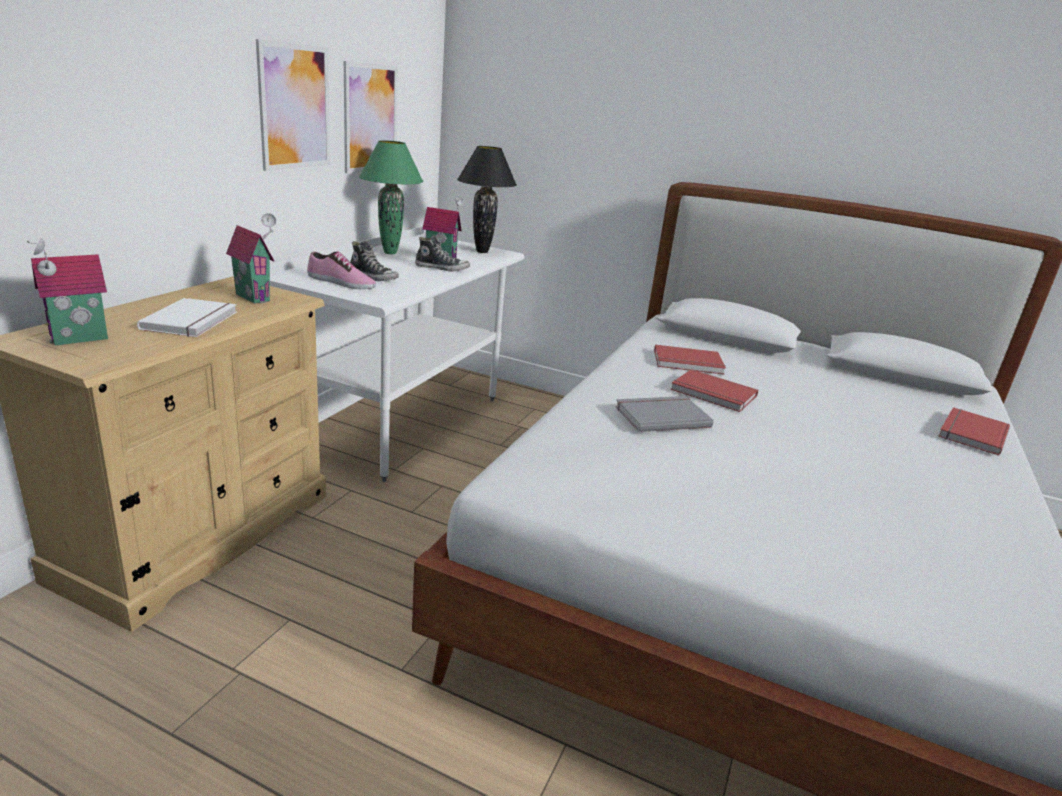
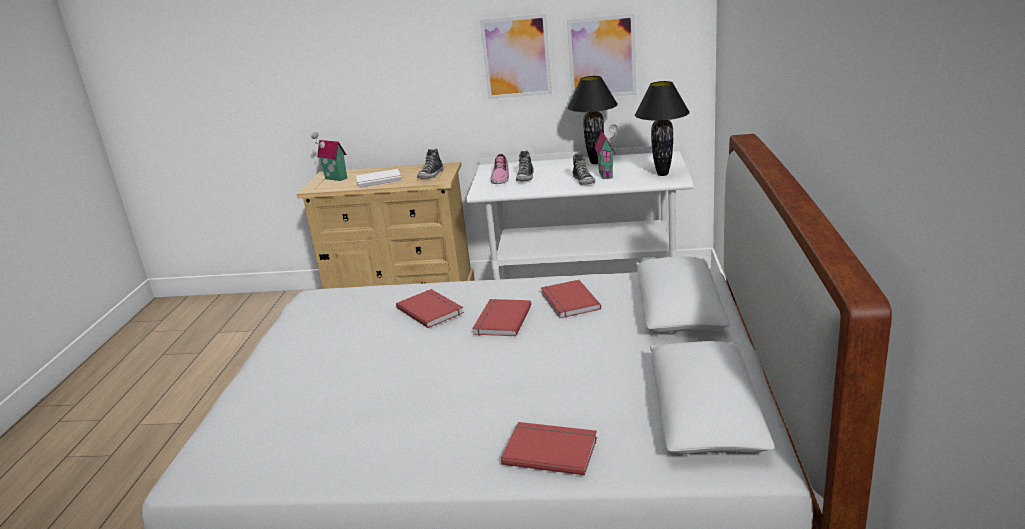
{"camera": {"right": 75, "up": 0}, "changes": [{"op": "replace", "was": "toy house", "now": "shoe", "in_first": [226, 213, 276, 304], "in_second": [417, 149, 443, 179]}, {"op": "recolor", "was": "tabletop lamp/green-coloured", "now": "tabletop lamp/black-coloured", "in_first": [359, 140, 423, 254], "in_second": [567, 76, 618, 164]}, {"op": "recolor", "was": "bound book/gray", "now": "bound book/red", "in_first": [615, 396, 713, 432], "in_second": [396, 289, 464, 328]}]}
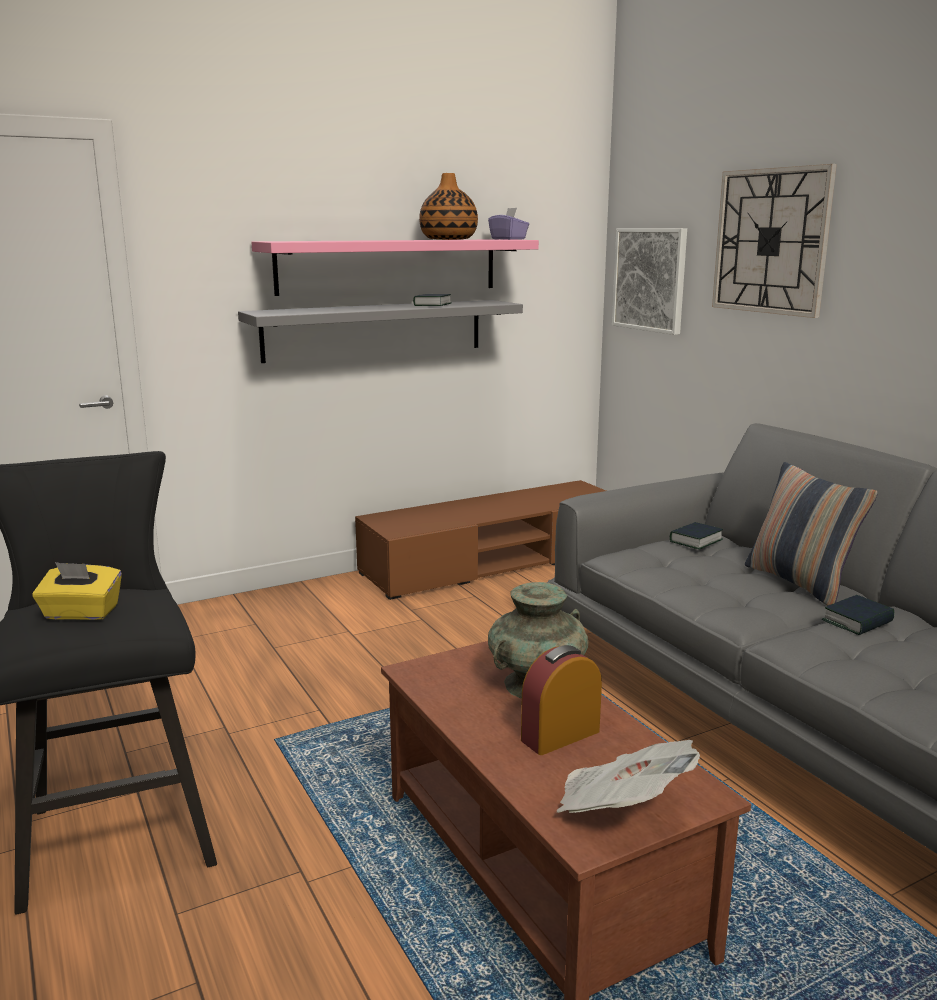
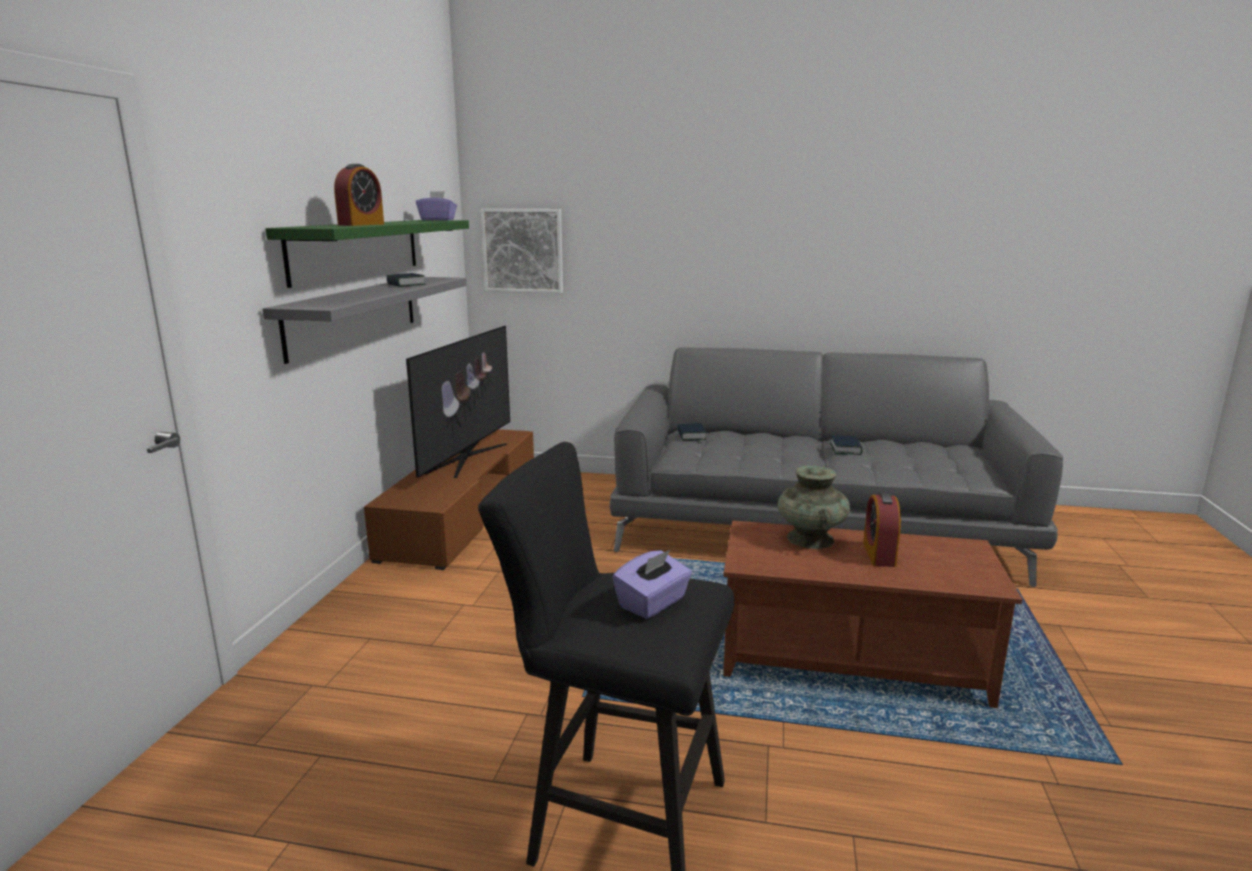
{"camera": {"right": -50, "up": 0}, "changes": [{"op": "recolor", "was": "tissue box/yellow-coloured", "now": "tissue box/purplish", "in_first": [32, 562, 122, 620], "in_second": [613, 549, 692, 619]}, {"op": "recolor", "was": "wall shelf/pink", "now": "wall shelf/green-coloured", "in_first": [252, 239, 539, 296], "in_second": [266, 220, 469, 288]}, {"op": "delete", "was": "vase", "in_first": [419, 173, 478, 240]}, {"op": "delete", "was": "daily paper", "in_first": [556, 740, 700, 813]}, {"op": "delete", "was": "clock on the wall", "in_first": [712, 164, 837, 318]}, {"op": "delete", "was": "throw pillow", "in_first": [745, 462, 878, 606]}, {"op": "insert", "now": "bedside clock", "in_second": [334, 164, 384, 226]}, {"op": "insert", "now": "TV", "in_second": [406, 326, 510, 478]}]}
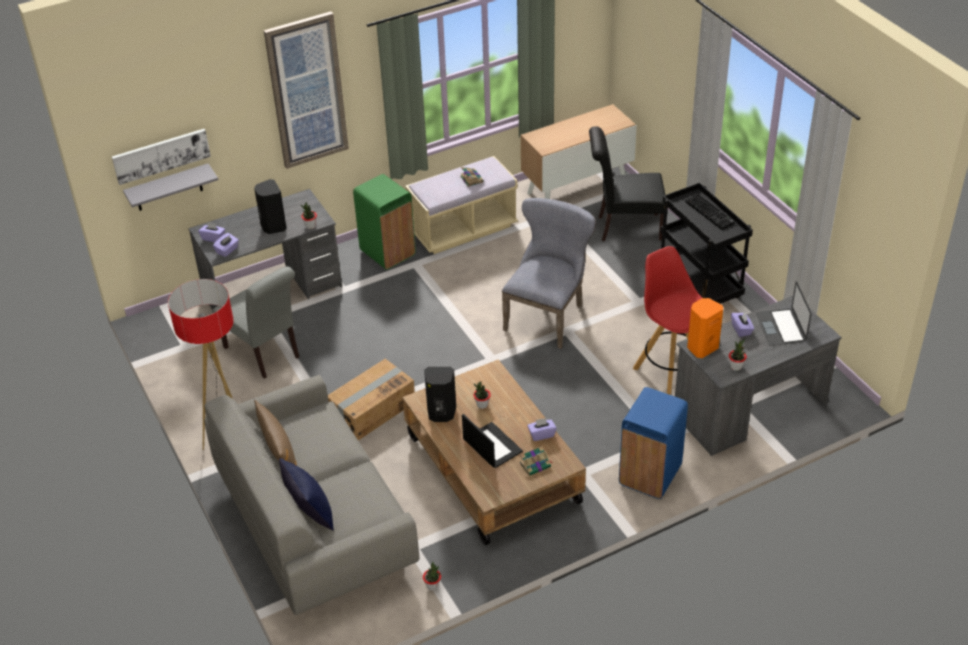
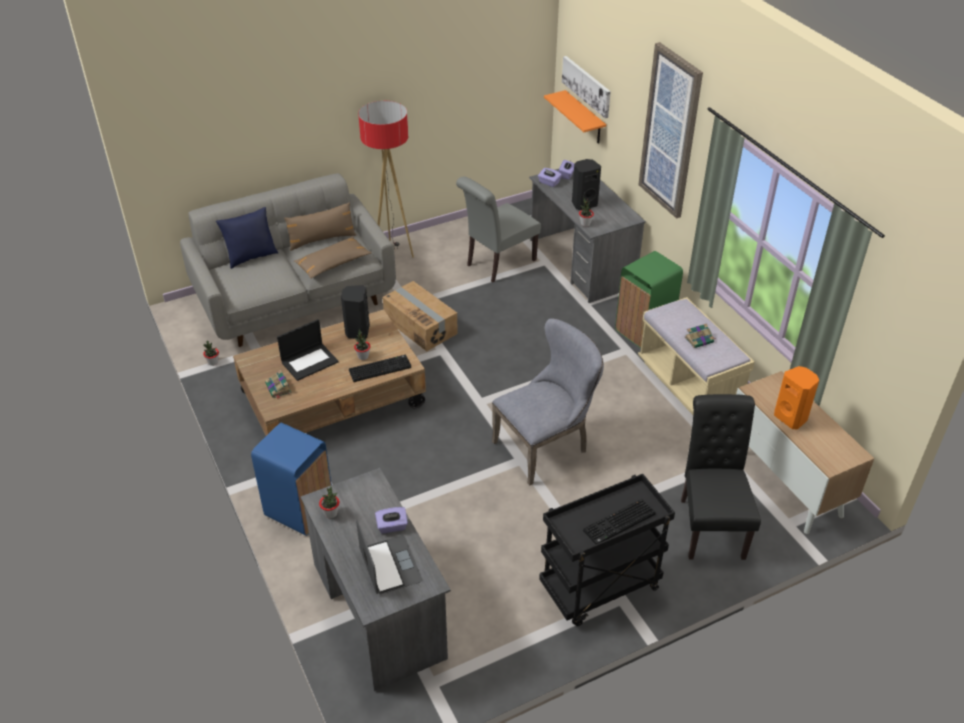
{"camera": {"right": 90, "up": 0}, "changes": [{"op": "recolor", "was": "wall shelf/gray", "now": "wall shelf/orange", "in_first": [123, 164, 218, 211], "in_second": [544, 90, 606, 144]}, {"op": "rotate", "was": "chair/gray", "in_first": [502, 198, 596, 349], "in_second": [492, 318, 604, 485], "clockwise": -60}, {"op": "delete", "was": "tissue box/purplish", "in_first": [527, 418, 557, 441]}, {"op": "delete", "was": "sitting stool/red", "in_first": [633, 246, 702, 395]}, {"op": "move", "was": "speaker/orange", "in_first": [687, 298, 723, 358], "in_second": [774, 366, 819, 429]}, {"op": "rotate", "was": "portable computer", "in_first": [756, 281, 812, 346], "in_second": [356, 520, 422, 595], "clockwise": 75}, {"op": "insert", "now": "throw pillow/brown", "in_second": [294, 236, 372, 279]}, {"op": "insert", "now": "keyboard", "in_second": [349, 354, 411, 382]}]}
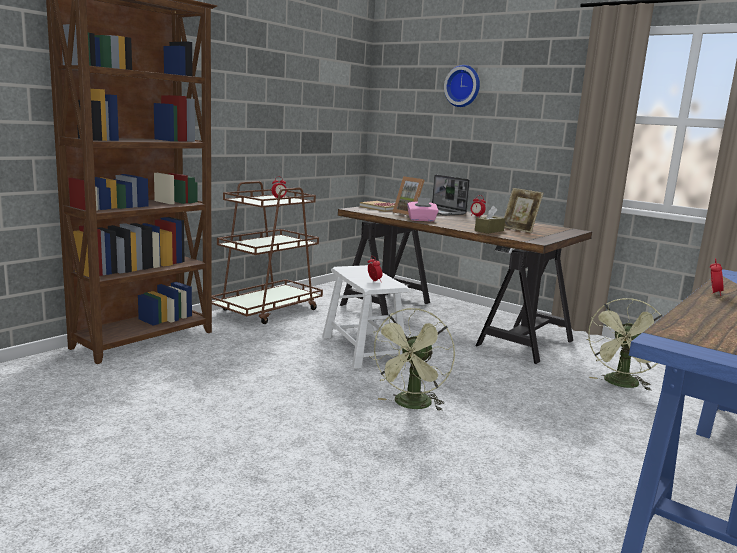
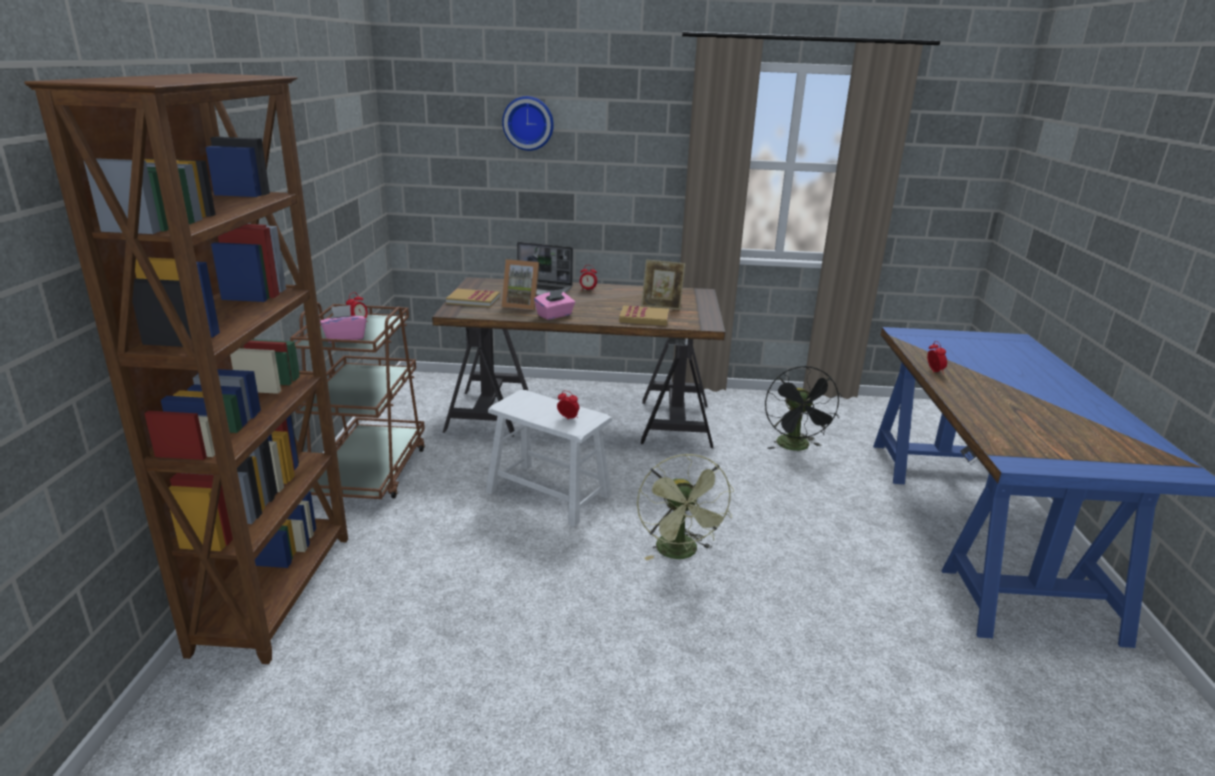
{"camera": {"right": -35, "up": 10}, "changes": [{"op": "replace", "was": "tissue box/brown", "now": "bound book", "in_first": [475, 206, 505, 234], "in_second": [619, 305, 669, 326]}, {"op": "recolor", "was": "cooling fan/green-coloured", "now": "cooling fan/black-coloured", "in_first": [586, 298, 662, 391], "in_second": [765, 366, 842, 451]}, {"op": "insert", "now": "tissue box/pink", "in_second": [320, 305, 366, 343]}]}
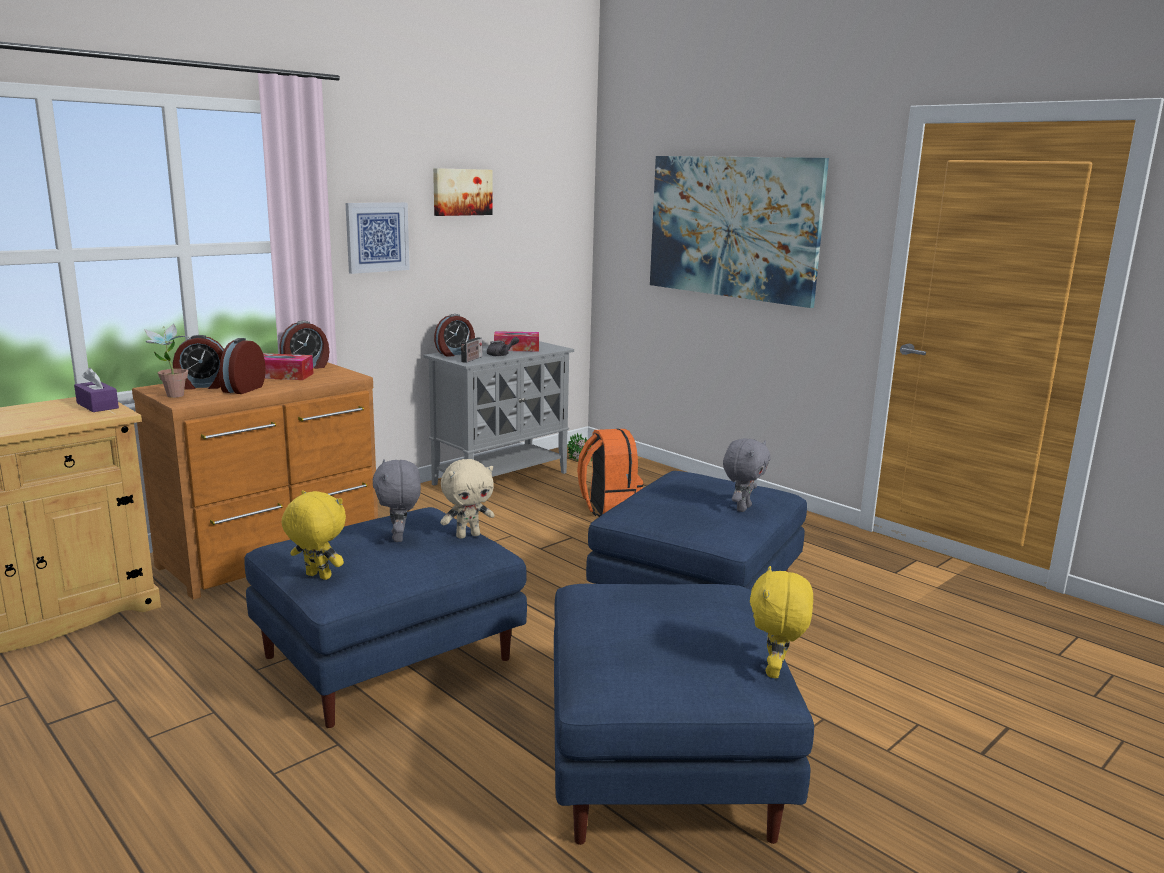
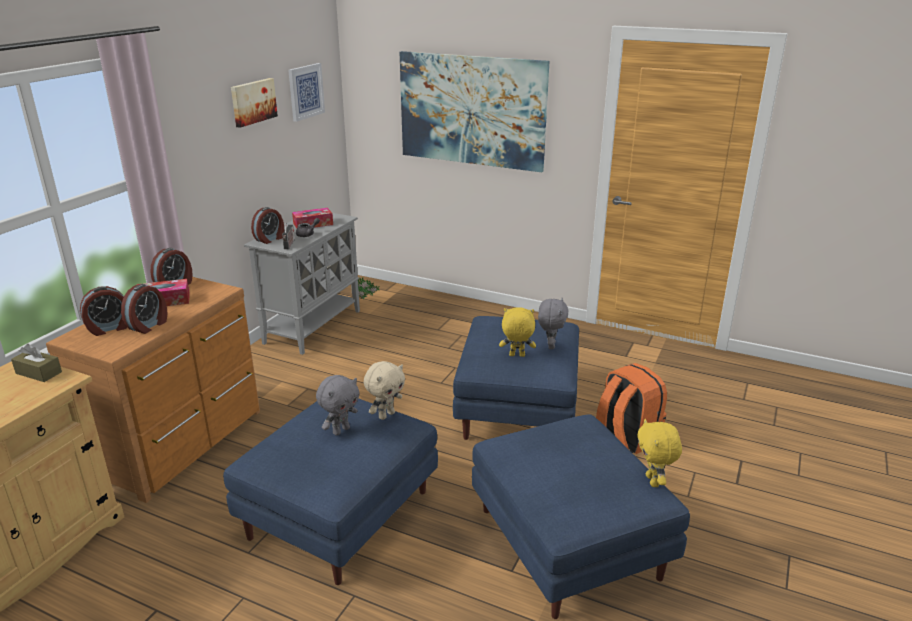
{"camera": {"right": -20, "up": 10}, "changes": [{"op": "recolor", "was": "tissue box/purplish", "now": "tissue box/brown", "in_first": [74, 368, 119, 412], "in_second": [11, 344, 62, 382]}, {"op": "delete", "was": "potted plant", "in_first": [144, 323, 190, 398]}, {"op": "rotate", "was": "bedside clock", "in_first": [219, 338, 266, 394], "in_second": [121, 284, 167, 334], "clockwise": -150}, {"op": "move", "was": "soft toy/yellow-coloured", "in_first": [282, 490, 346, 580], "in_second": [499, 307, 536, 357]}, {"op": "move", "was": "picture", "in_first": [346, 203, 410, 274], "in_second": [288, 63, 325, 122]}, {"op": "rotate", "was": "soft toy/gray", "in_first": [373, 459, 421, 542], "in_second": [316, 375, 360, 436], "clockwise": -105}, {"op": "move", "was": "rucksack/orange", "in_first": [577, 429, 643, 517], "in_second": [596, 363, 667, 454]}]}
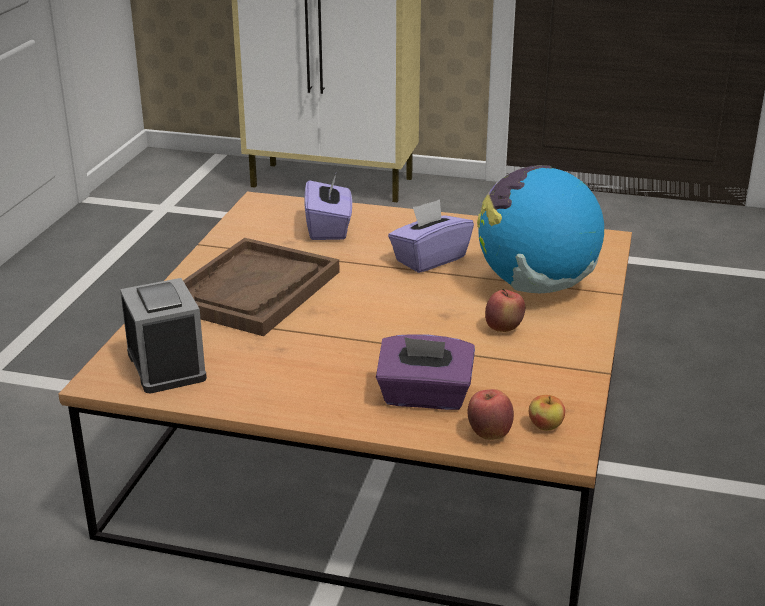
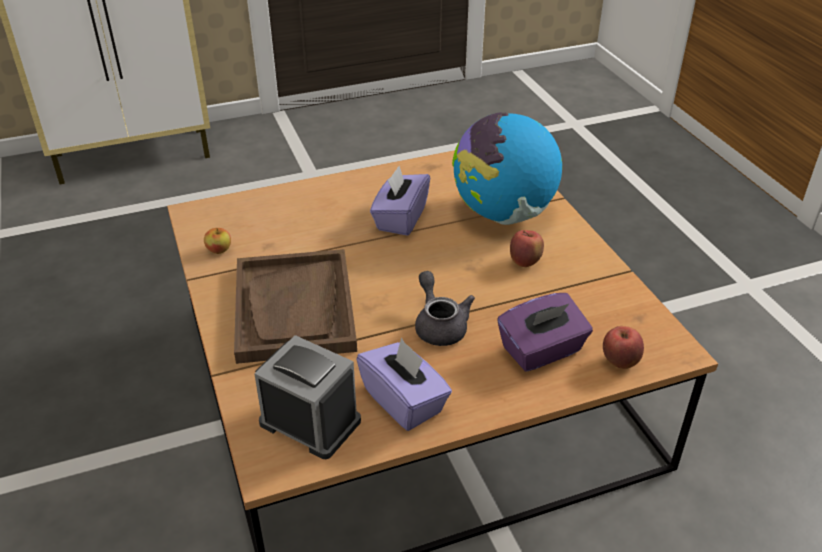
{"camera": {"right": -35, "up": 10}, "changes": [{"op": "move", "was": "tissue box/purplish", "in_first": [304, 174, 352, 240], "in_second": [356, 337, 452, 431]}, {"op": "move", "was": "apple fruit", "in_first": [529, 395, 565, 431], "in_second": [204, 228, 231, 254]}, {"op": "insert", "now": "pot for tea/gray", "in_second": [415, 271, 475, 346]}]}
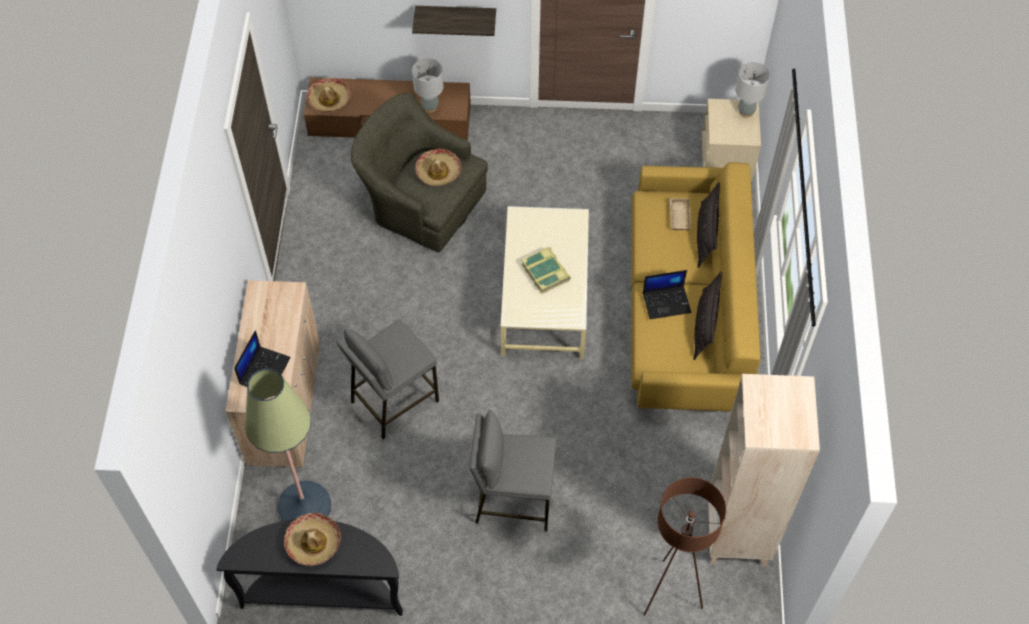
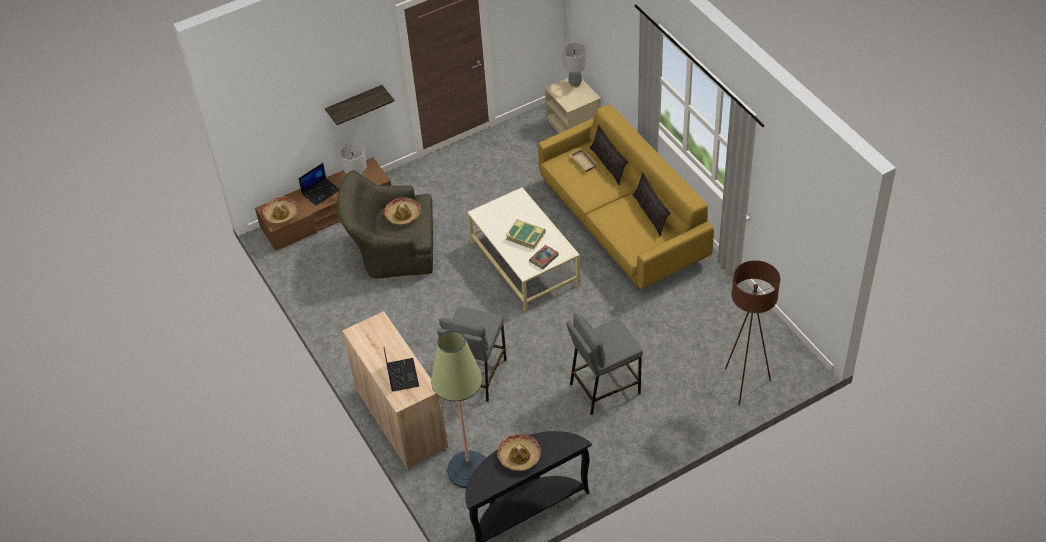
{"camera": {"right": -30, "up": -10}, "changes": [{"op": "move", "was": "portable computer", "in_first": [643, 270, 691, 319], "in_second": [299, 163, 339, 206]}, {"op": "delete", "was": "shelving unit/sand-coloured", "in_first": [708, 374, 820, 566]}, {"op": "insert", "now": "bound book", "in_second": [529, 245, 559, 269]}]}
